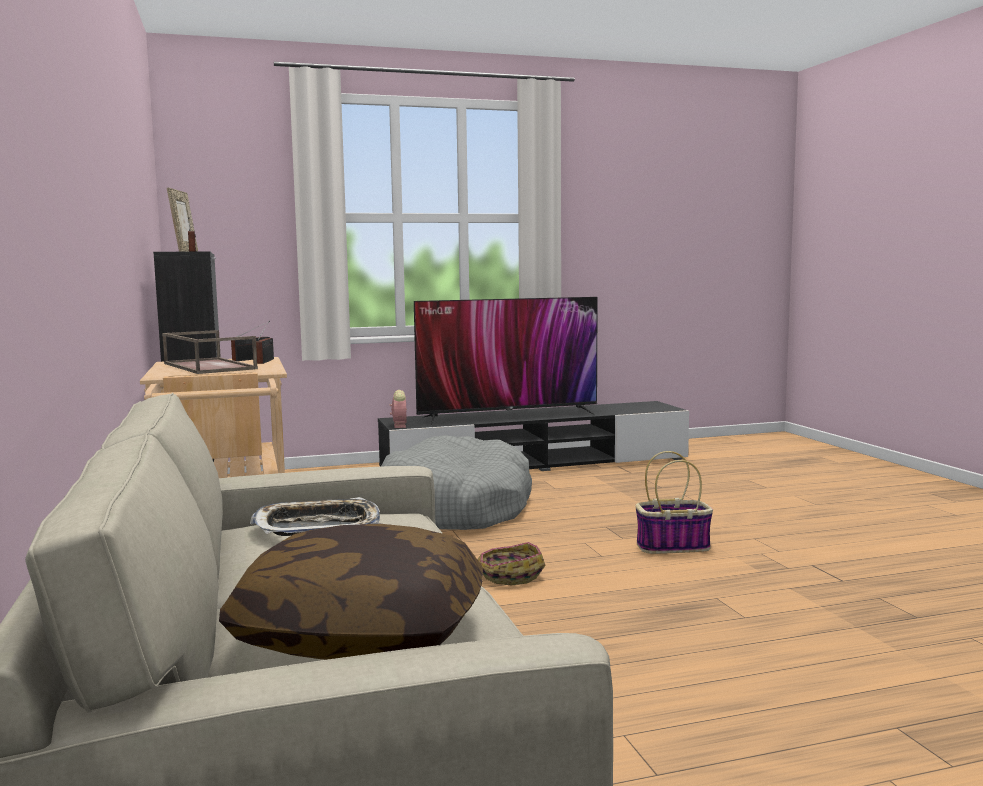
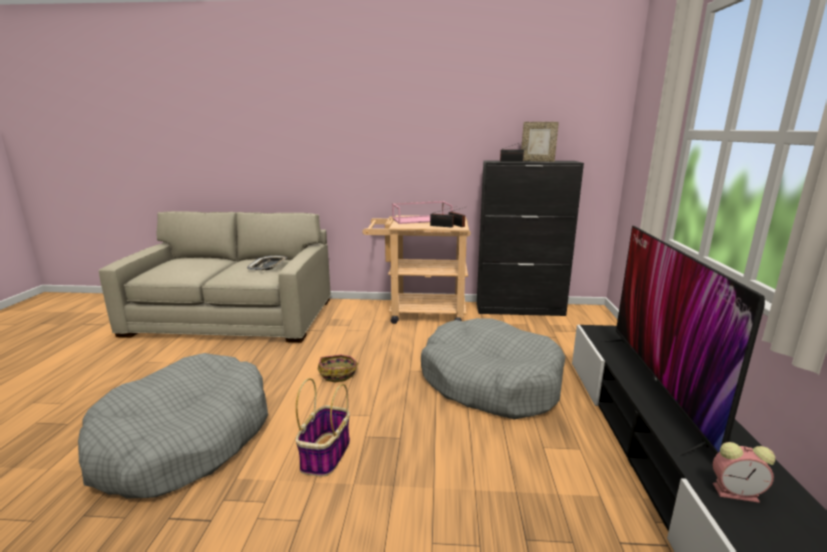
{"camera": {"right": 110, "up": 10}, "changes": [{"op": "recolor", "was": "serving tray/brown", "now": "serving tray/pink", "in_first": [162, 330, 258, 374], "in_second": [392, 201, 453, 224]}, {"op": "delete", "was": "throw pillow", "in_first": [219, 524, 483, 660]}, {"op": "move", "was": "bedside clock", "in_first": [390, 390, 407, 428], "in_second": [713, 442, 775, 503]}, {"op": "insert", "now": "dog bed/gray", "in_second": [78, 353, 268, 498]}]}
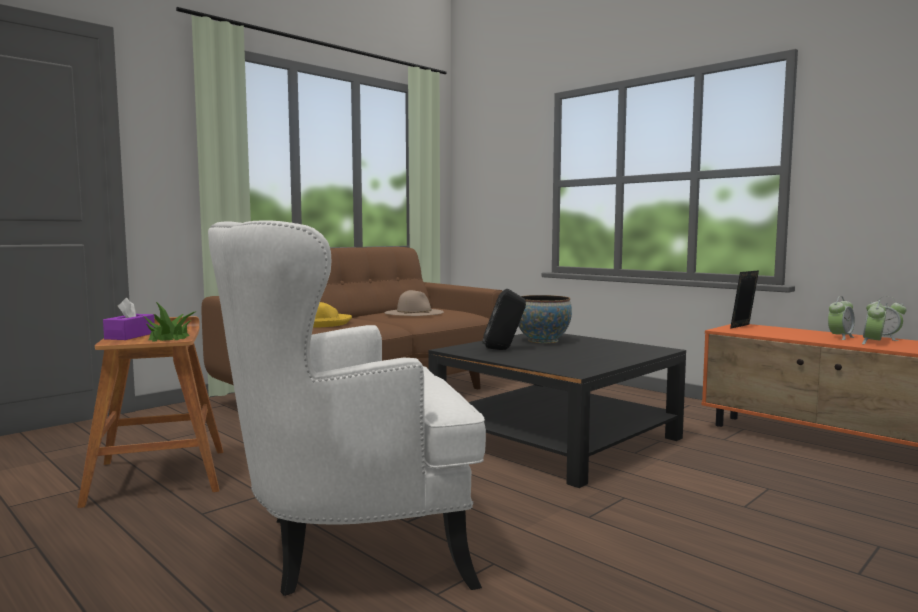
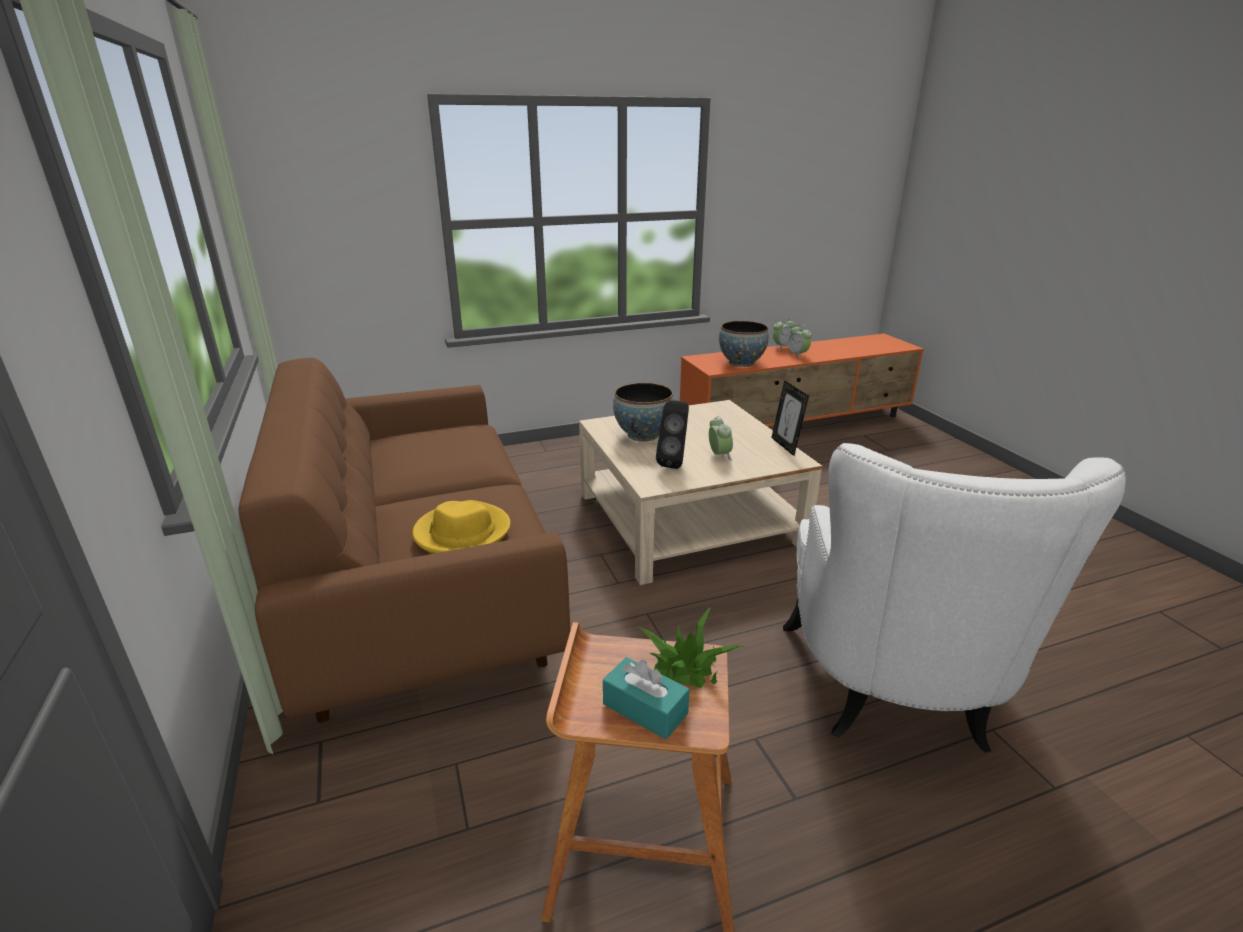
{"camera": {"right": -65, "up": 20}, "changes": [{"op": "recolor", "was": "tissue box/purplish", "now": "tissue box/turquoise-coloured", "in_first": [103, 298, 155, 340], "in_second": [603, 657, 690, 740]}, {"op": "delete", "was": "hat/sand-coloured", "in_first": [384, 290, 444, 316]}, {"op": "recolor", "was": "lounge table/black-coloured", "now": "lounge table/sand-coloured", "in_first": [428, 334, 686, 488], "in_second": [579, 400, 822, 585]}, {"op": "move", "was": "standing frame", "in_first": [730, 270, 759, 329], "in_second": [771, 380, 809, 456]}, {"op": "move", "was": "bedside clock", "in_first": [828, 296, 855, 340], "in_second": [709, 416, 733, 461]}, {"op": "insert", "now": "bowl", "in_second": [719, 321, 769, 367]}]}
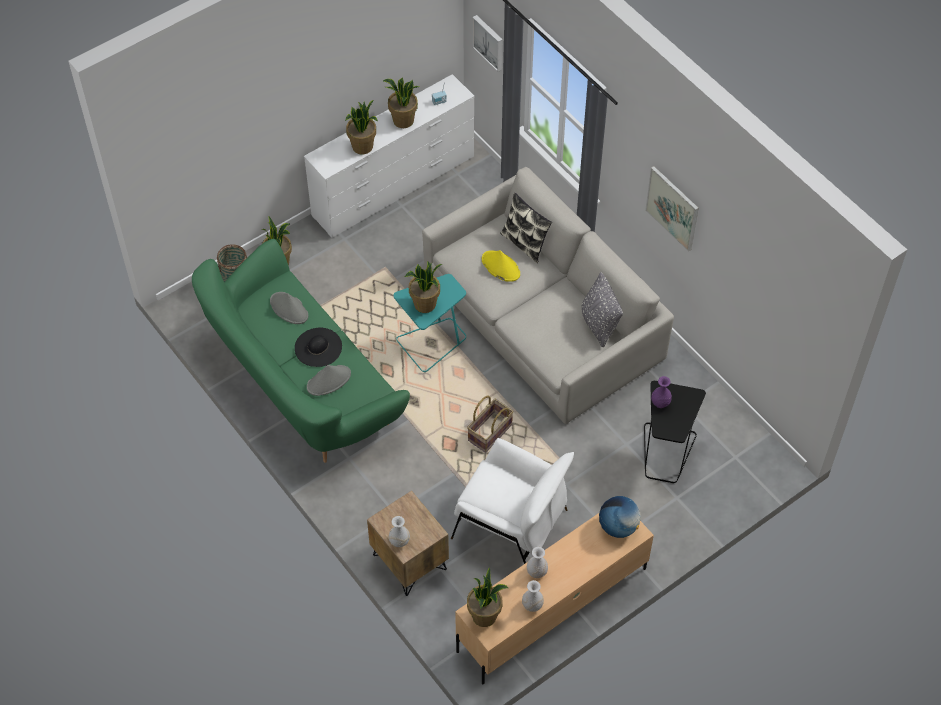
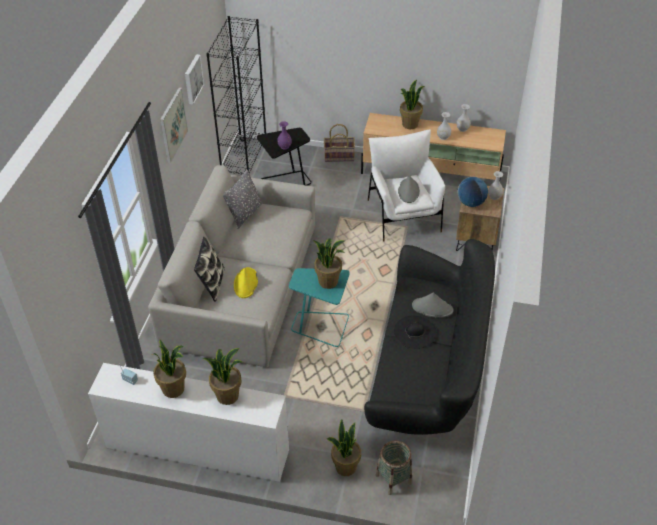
{"camera": {"right": -130, "up": -10}, "changes": [{"op": "recolor", "was": "sofa/green-coloured", "now": "sofa/black-coloured", "in_first": [192, 239, 410, 463], "in_second": [364, 239, 495, 435]}, {"op": "move", "was": "hat/gray", "in_first": [270, 292, 308, 324], "in_second": [398, 175, 420, 203]}, {"op": "move", "was": "household basket", "in_first": [467, 396, 514, 453], "in_second": [324, 124, 355, 162]}, {"op": "move", "was": "potted plant", "in_first": [467, 567, 508, 627], "in_second": [400, 80, 425, 129]}, {"op": "move", "was": "picture", "in_first": [472, 15, 503, 72], "in_second": [185, 54, 204, 105]}, {"op": "move", "was": "globe", "in_first": [599, 496, 641, 538], "in_second": [457, 177, 488, 207]}, {"op": "insert", "now": "shelving unit/black-coloured", "in_second": [206, 16, 266, 175]}]}
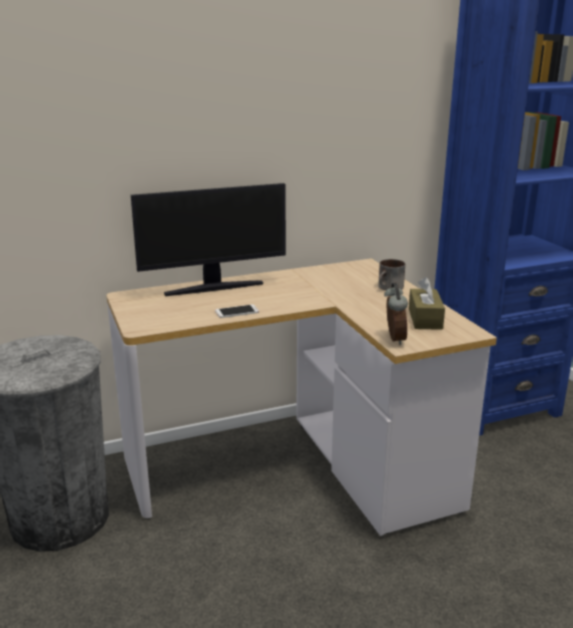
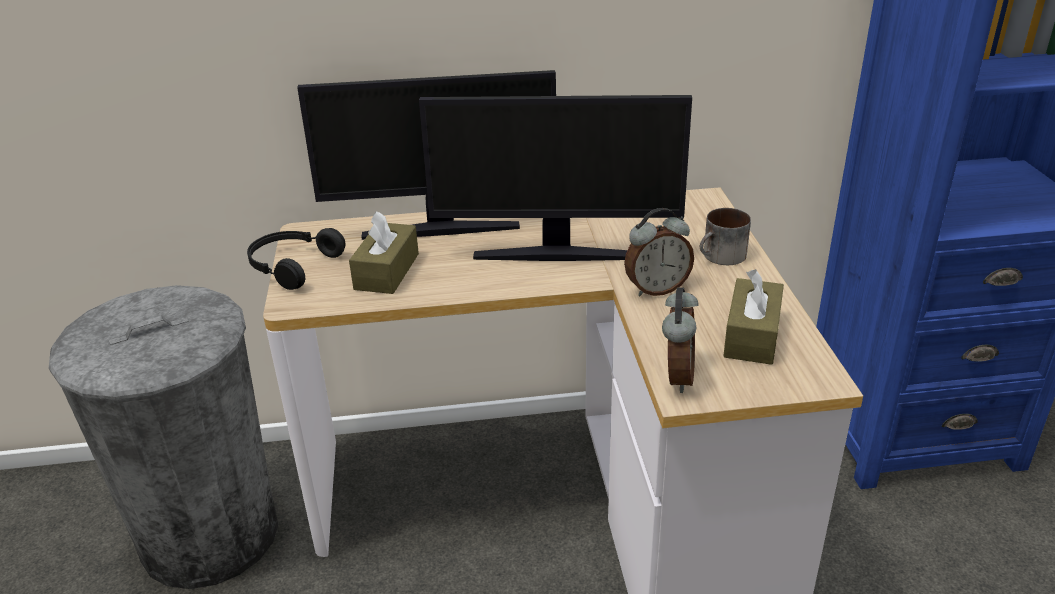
{"camera": {"right": 15, "up": 10}, "changes": [{"op": "delete", "was": "telephone", "in_first": [215, 304, 259, 318]}, {"op": "insert", "now": "headphones/black-coloured", "in_second": [247, 228, 346, 290]}, {"op": "insert", "now": "tissue box/brown", "in_second": [349, 211, 419, 294]}, {"op": "insert", "now": "computer display", "in_second": [419, 95, 692, 261]}, {"op": "insert", "now": "bedside clock", "in_second": [624, 208, 694, 296]}]}
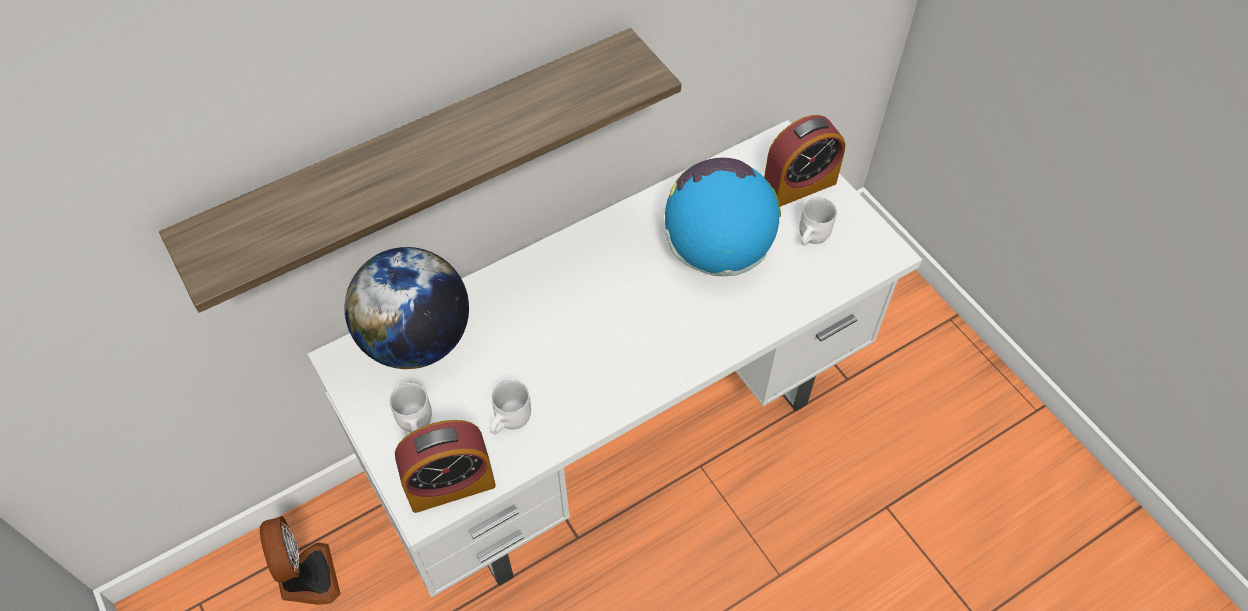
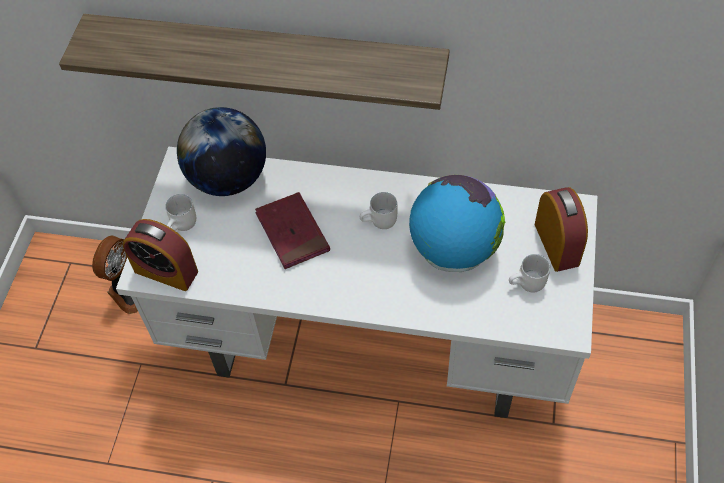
{"camera": {"right": 45, "up": 0}, "changes": [{"op": "move", "was": "mug/whitish", "in_first": [490, 380, 531, 434], "in_second": [360, 192, 397, 229]}, {"op": "rotate", "was": "bedside clock", "in_first": [764, 115, 846, 207], "in_second": [535, 187, 588, 272], "clockwise": -120}, {"op": "insert", "now": "bound book/red", "in_second": [255, 192, 330, 269]}]}
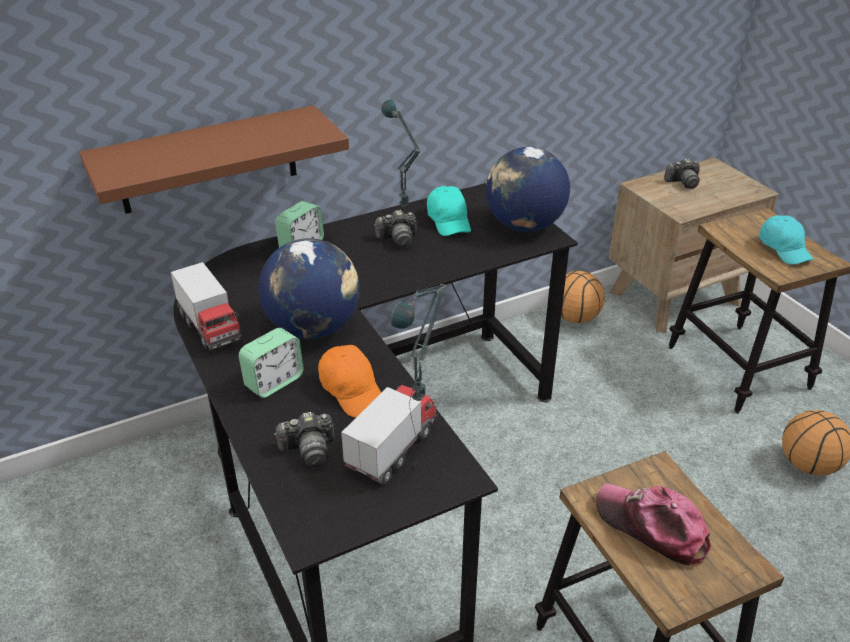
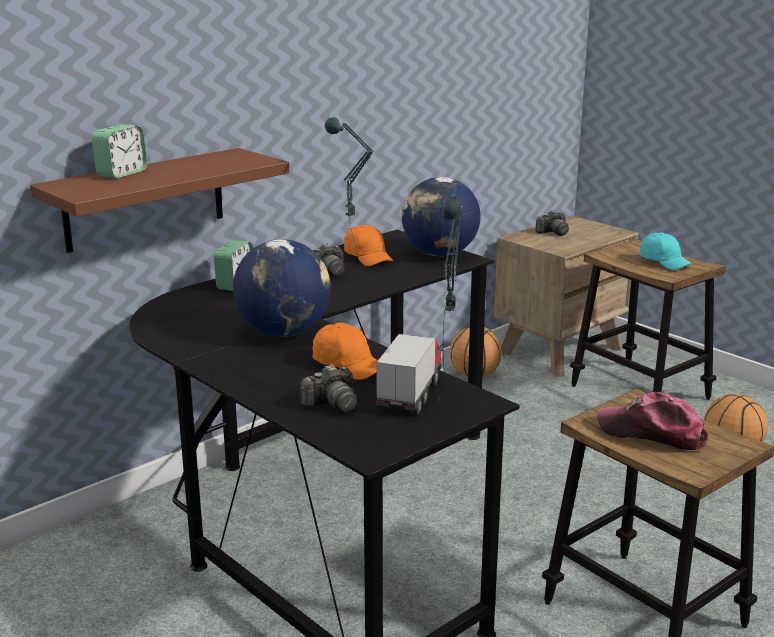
{"camera": {"right": -15, "up": -15}, "changes": [{"op": "delete", "was": "model truck", "in_first": [171, 262, 242, 350]}, {"op": "move", "was": "bedside clock", "in_first": [239, 328, 304, 398], "in_second": [92, 124, 147, 179]}, {"op": "recolor", "was": "peaked cap/turquoise-coloured", "now": "peaked cap/orange", "in_first": [427, 186, 471, 236], "in_second": [344, 225, 393, 266]}]}
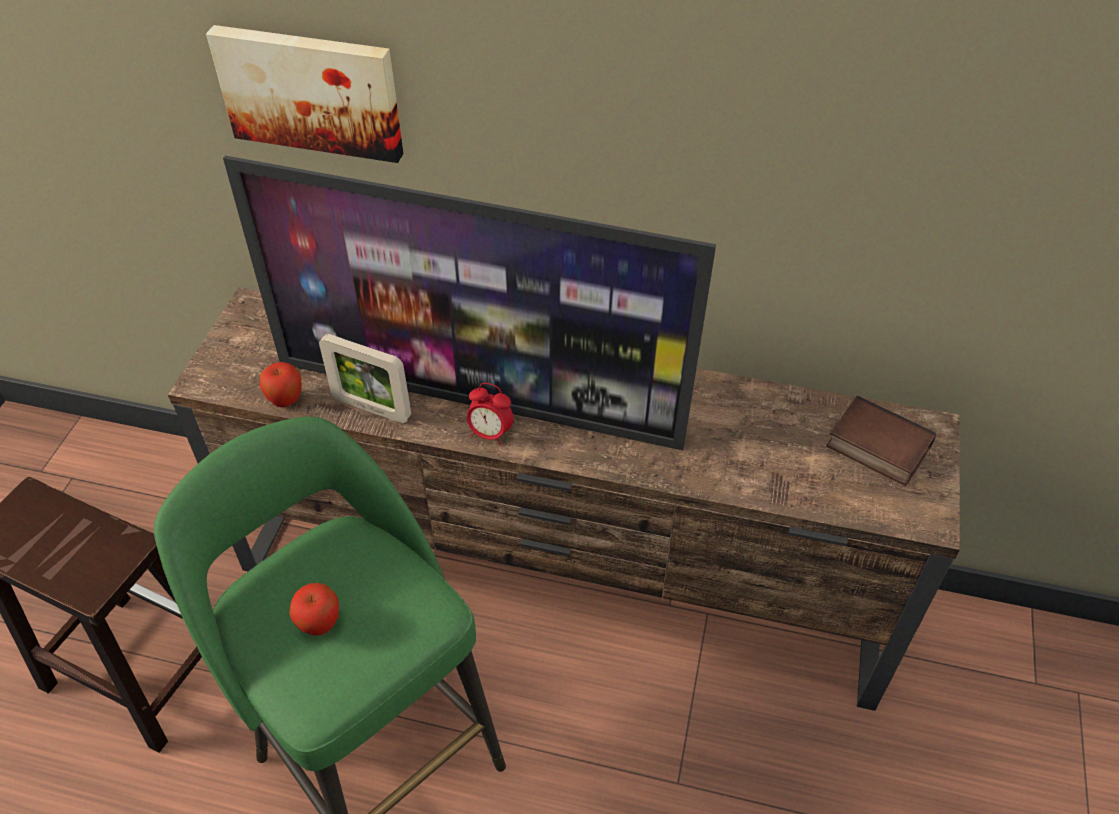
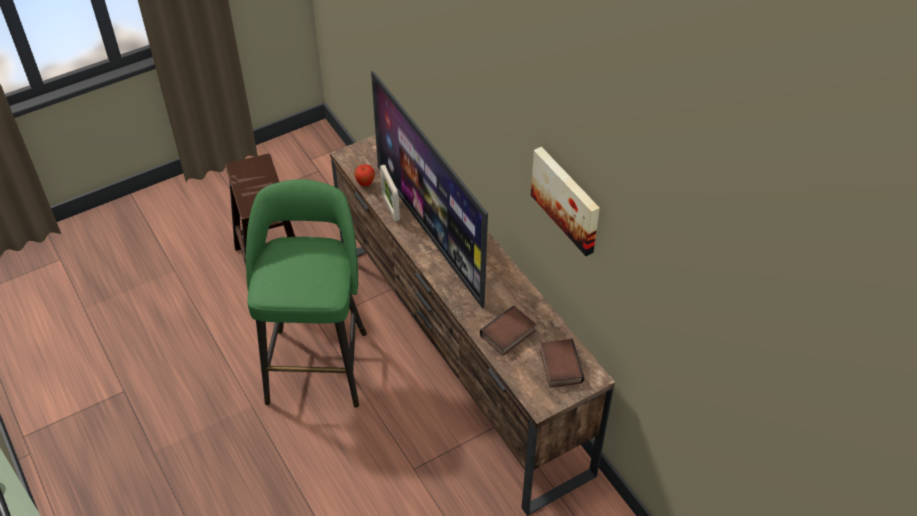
{"camera": {"right": 45, "up": 0}, "changes": [{"op": "move", "was": "picture", "in_first": [206, 25, 403, 163], "in_second": [531, 147, 600, 256]}, {"op": "delete", "was": "apple fruit", "in_first": [289, 583, 339, 635]}, {"op": "delete", "was": "bedside clock", "in_first": [467, 383, 514, 446]}, {"op": "insert", "now": "bound book", "in_second": [480, 305, 536, 356]}]}
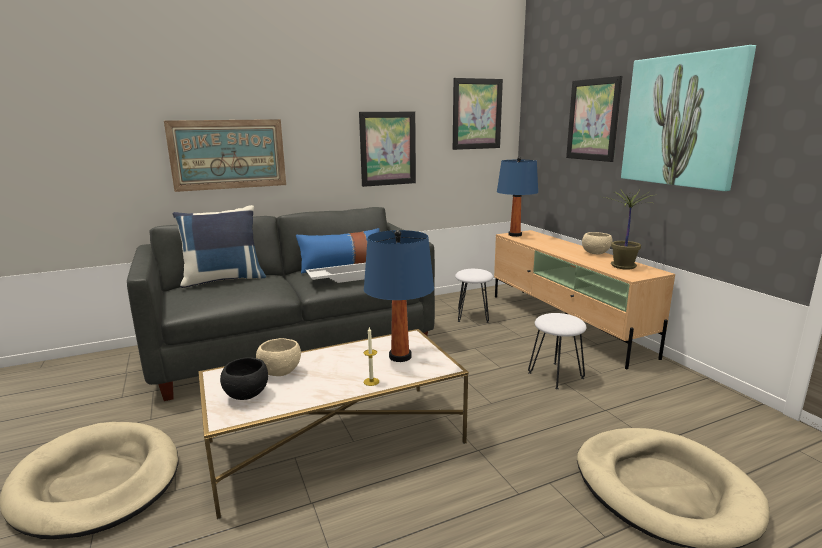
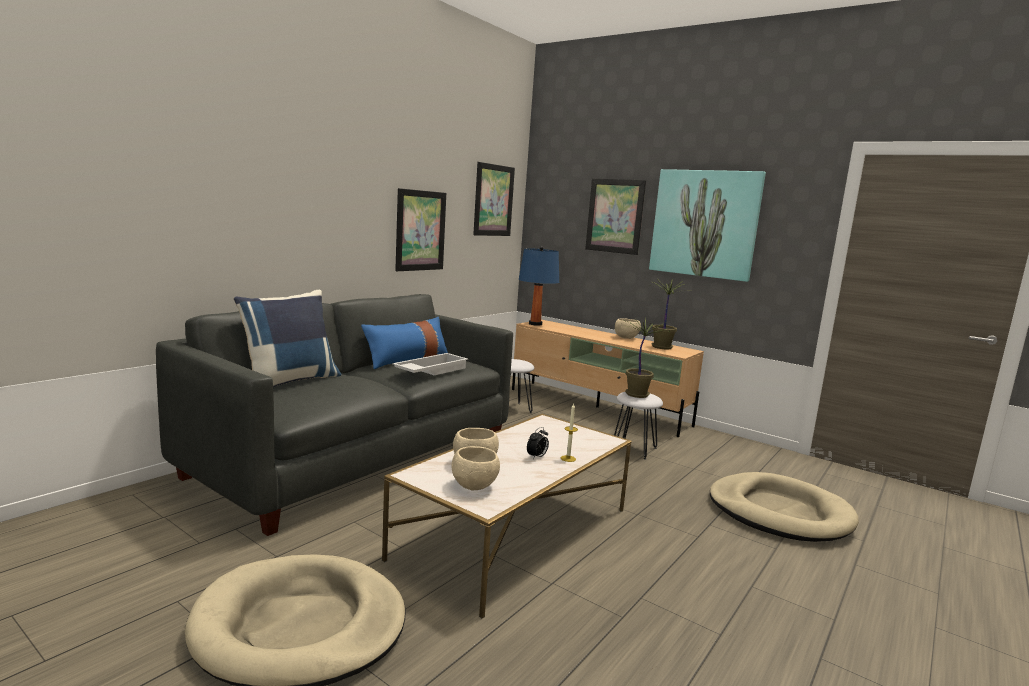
{"camera": {"right": -30, "up": -5}, "changes": [{"op": "delete", "was": "picture", "in_first": [164, 119, 286, 192]}, {"op": "recolor", "was": "bowl/black-coloured", "now": "bowl/sand-coloured", "in_first": [220, 357, 268, 400], "in_second": [451, 446, 500, 490]}, {"op": "delete", "was": "tabletop lamp/bluish", "in_first": [364, 230, 434, 362]}, {"op": "insert", "now": "bedside clock", "in_second": [527, 427, 549, 459]}, {"op": "insert", "now": "potted plant", "in_second": [625, 318, 670, 398]}]}
